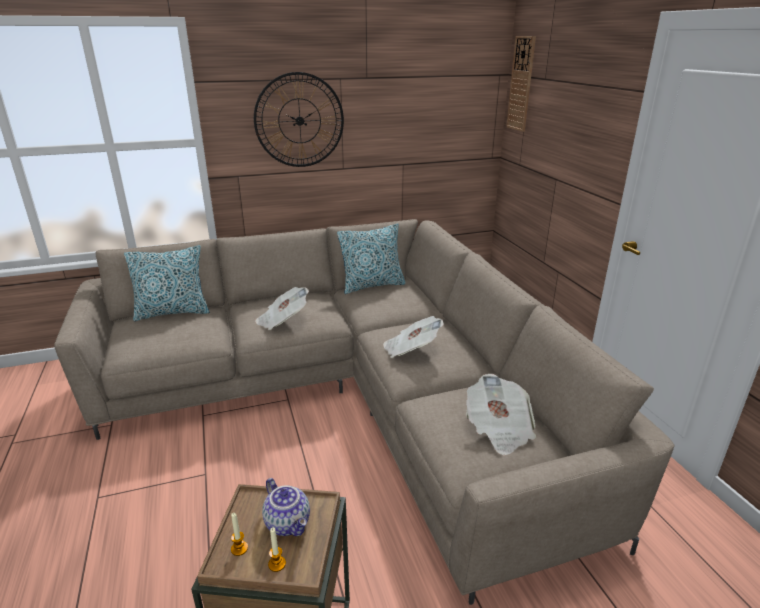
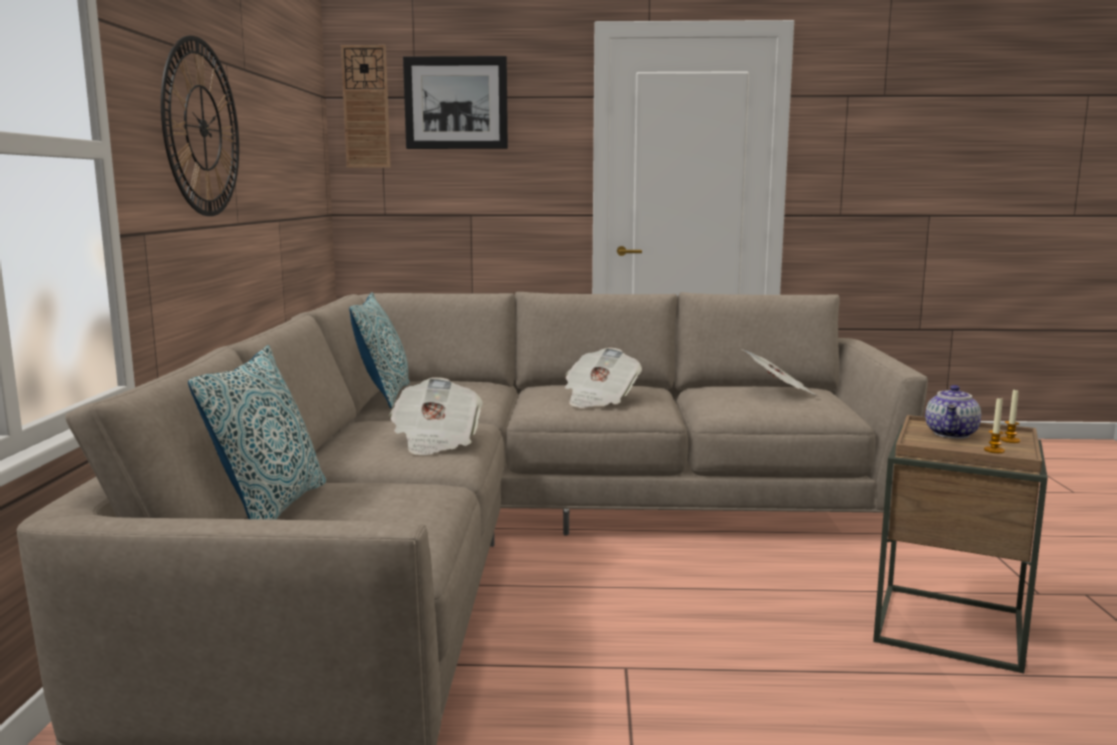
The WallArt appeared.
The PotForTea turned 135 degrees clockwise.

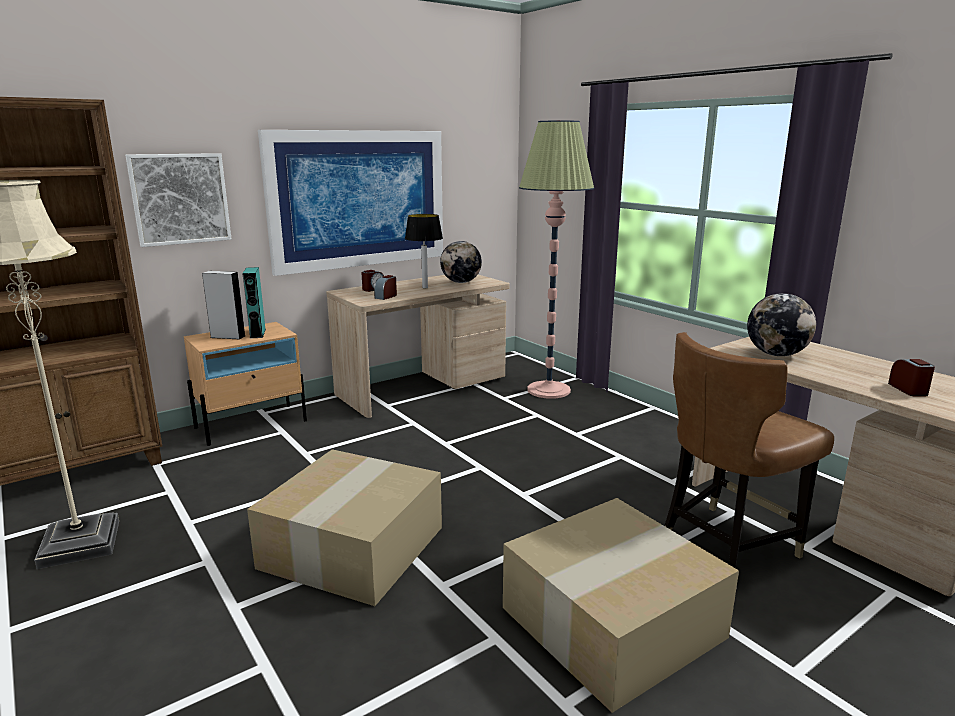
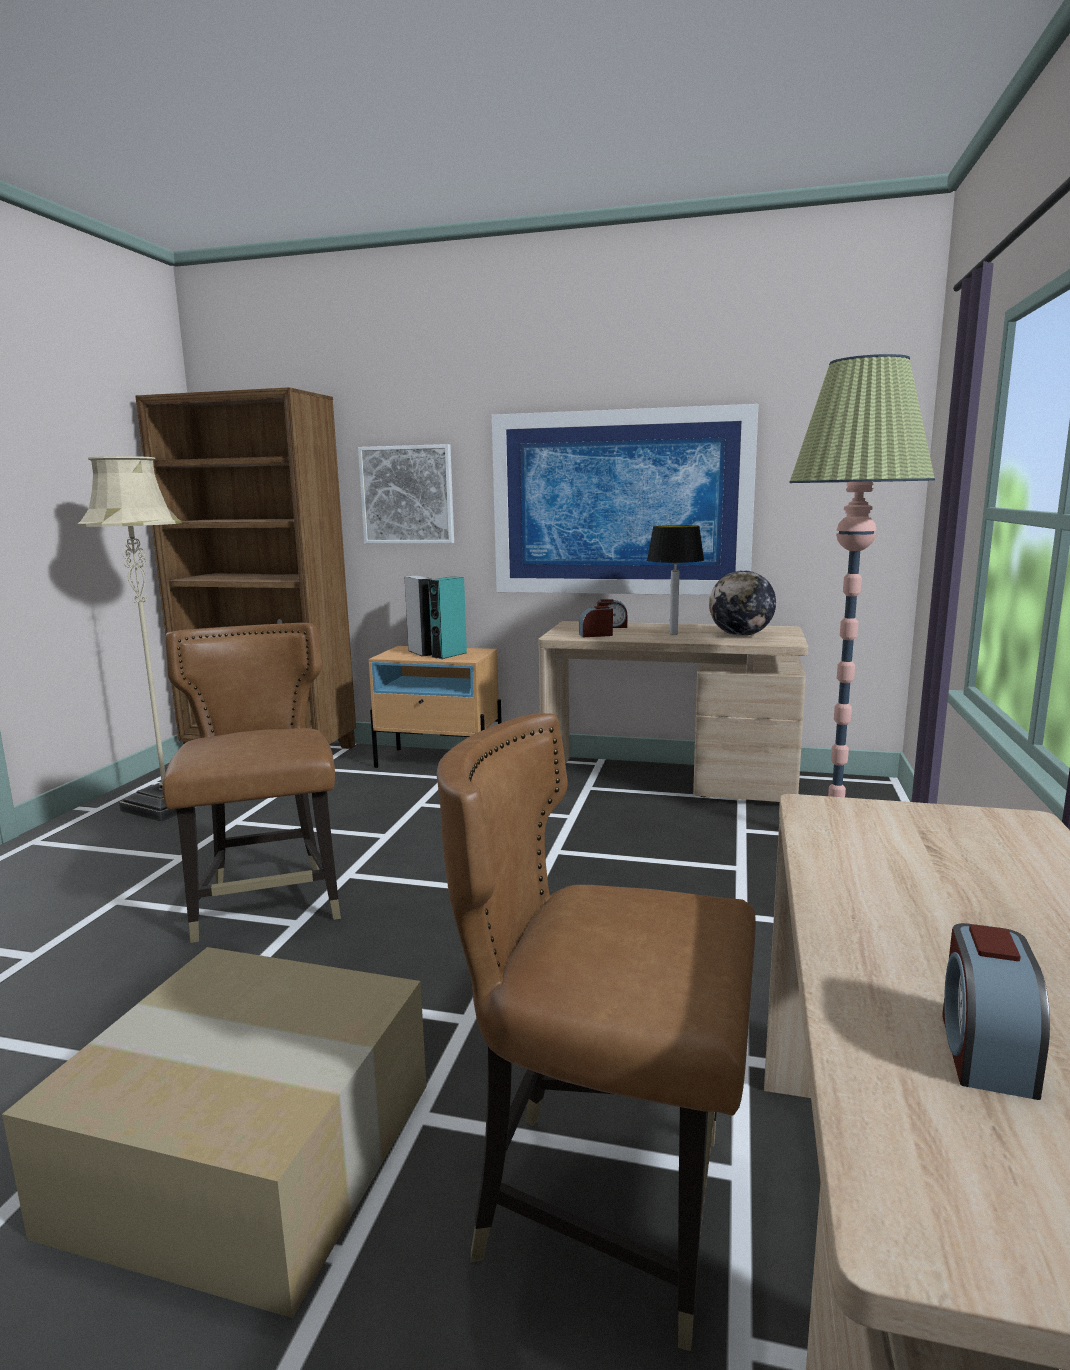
The CardboardBox (no. 1 from left) was replaced by the BrownPlainChair (no. 1 from left).
The TableClock (no. 3 from left) turned 150 degrees clockwise.
The WorldGlobe (no. 2 from left) disappeared.

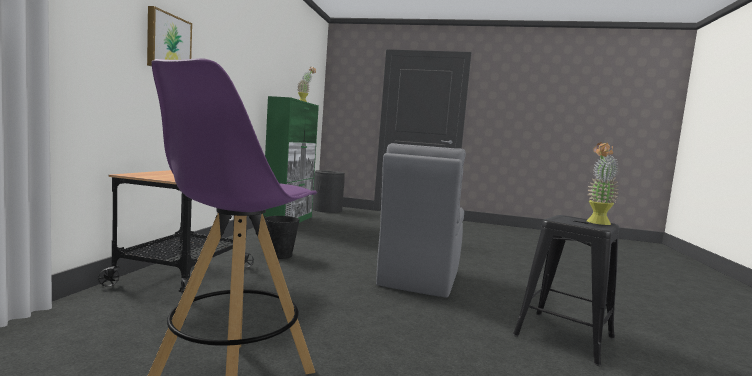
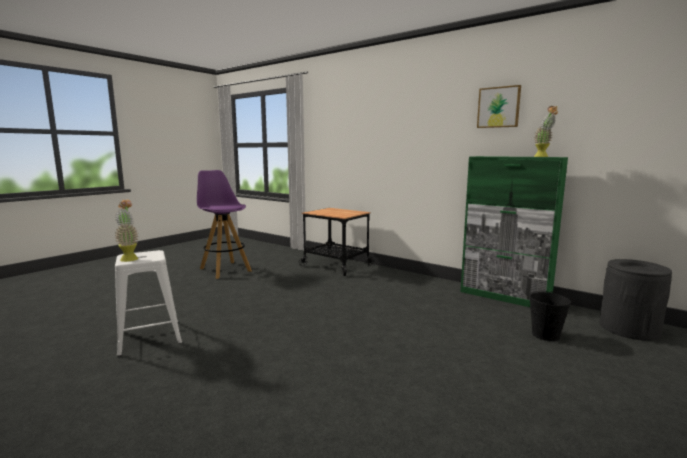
The BlackSittingStool became the WhiteSittingStool.
The WallArt moved.
The BlackPail moved.
The GrayPlainChair disappeared.

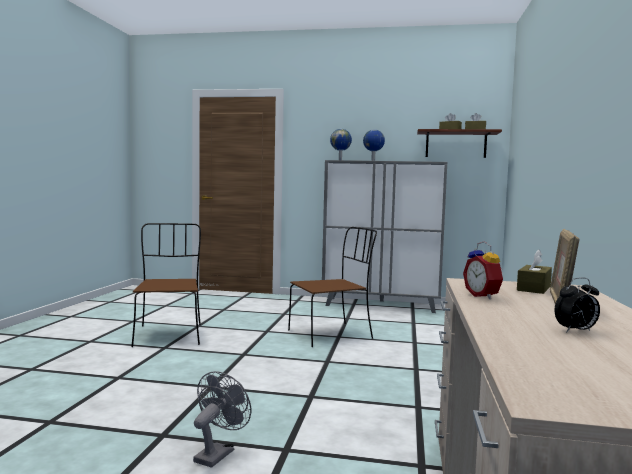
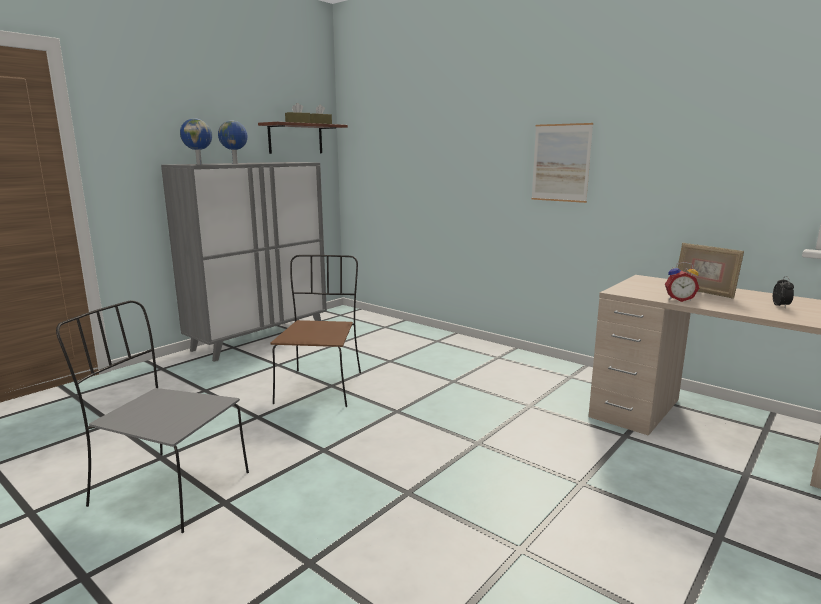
The BrownPlainChair (no. 1 from left) became the GrayPlainChair.
The WallArt appeared.
The GrayCoolingFan disappeared.
The BrownTissueBox (no. 3 from left) disappeared.

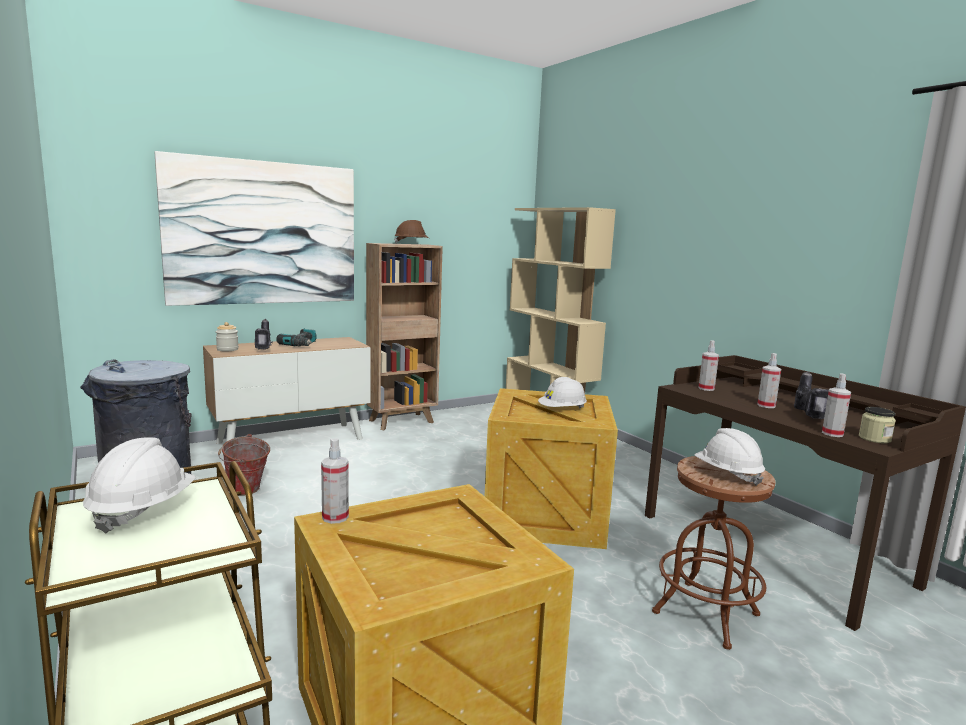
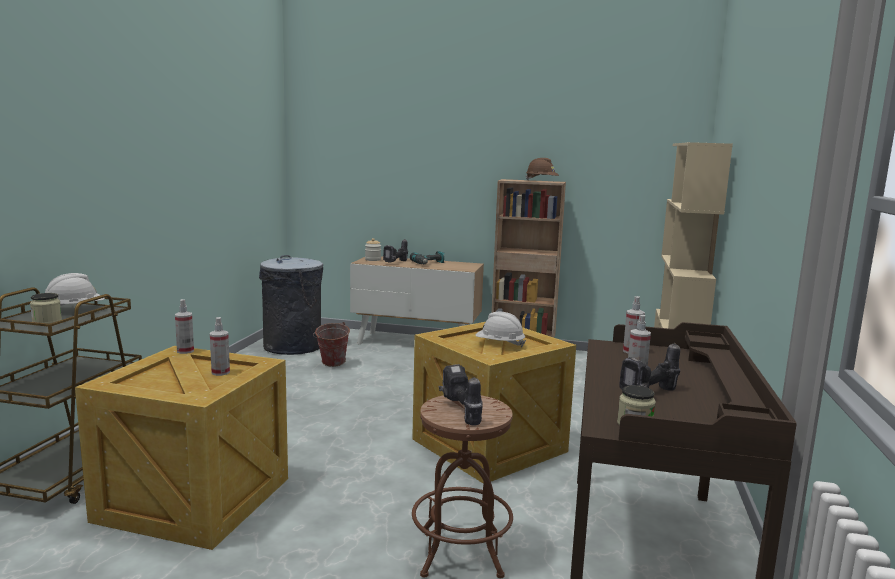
The PreserveJar (no. 1 from left) appeared.
The SprayBottle (no. 4 from left in the first image) moved.
The WhiteHardHat (no. 3 from left) was replaced by the Drill (no. 3 from left).
The WallArt disappeared.

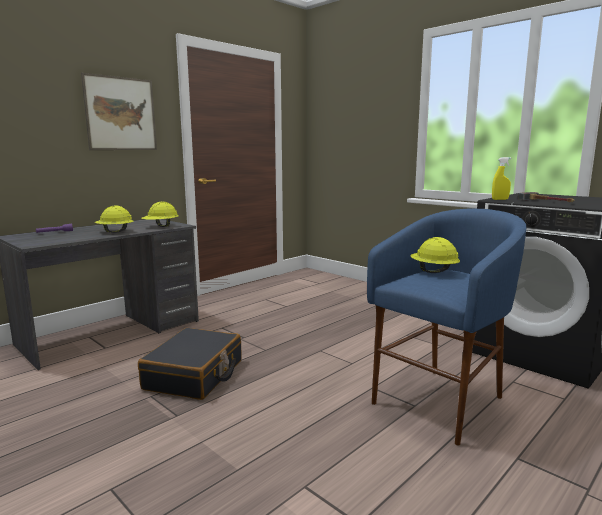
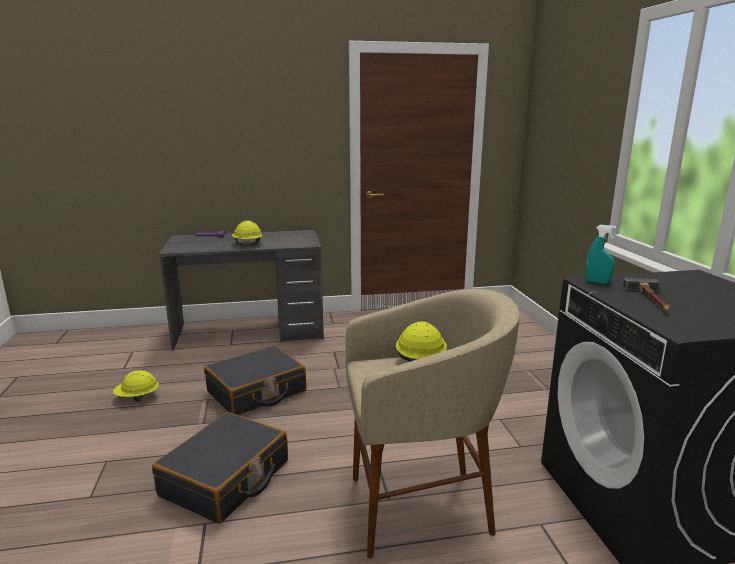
The YellowColouredHardHat (no. 2 from left in the first image) moved.
The BlackPieceOfLuggage (no. 1 from left) appeared.
The BlueSittingStool became the BeigeColouredSittingStool.
The YellowColouredSprayBottle became the BlueGreenSprayBottle.
The WallArt disappeared.

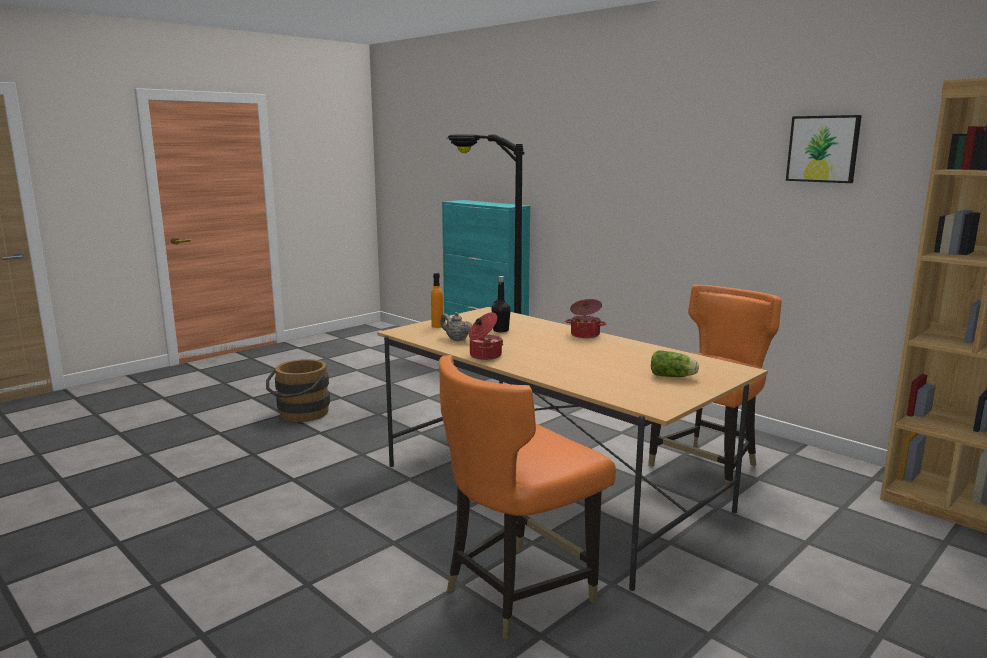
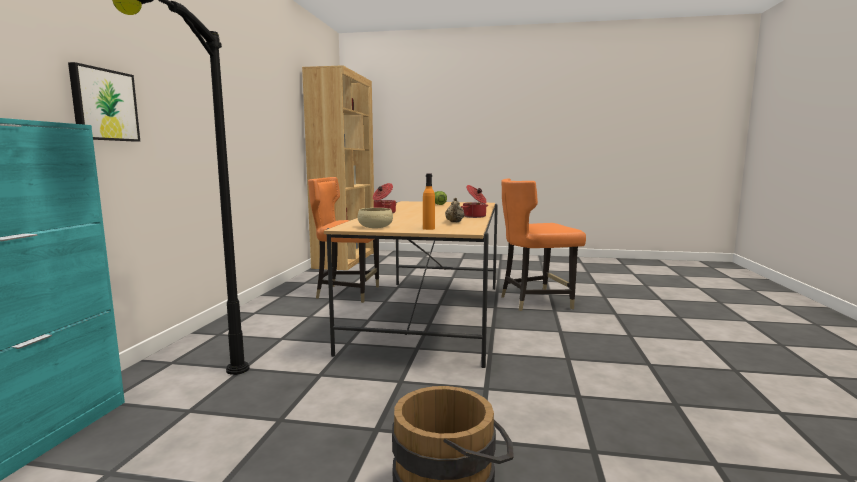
The WallArt moved.
The BeigeColouredDeepDish appeared.
The OrangeyPlainChair (no. 1 from left in the first image) turned 150 degrees clockwise.
The BlackDrinkBottle disappeared.

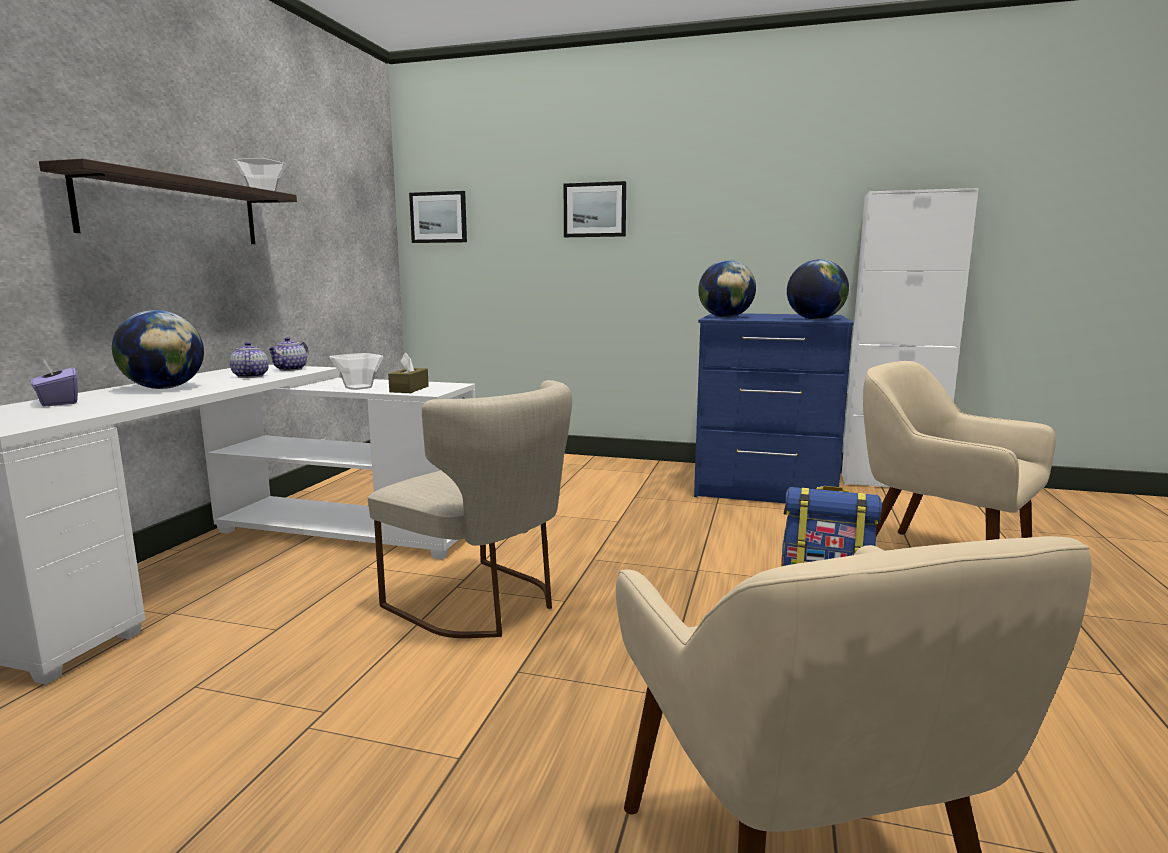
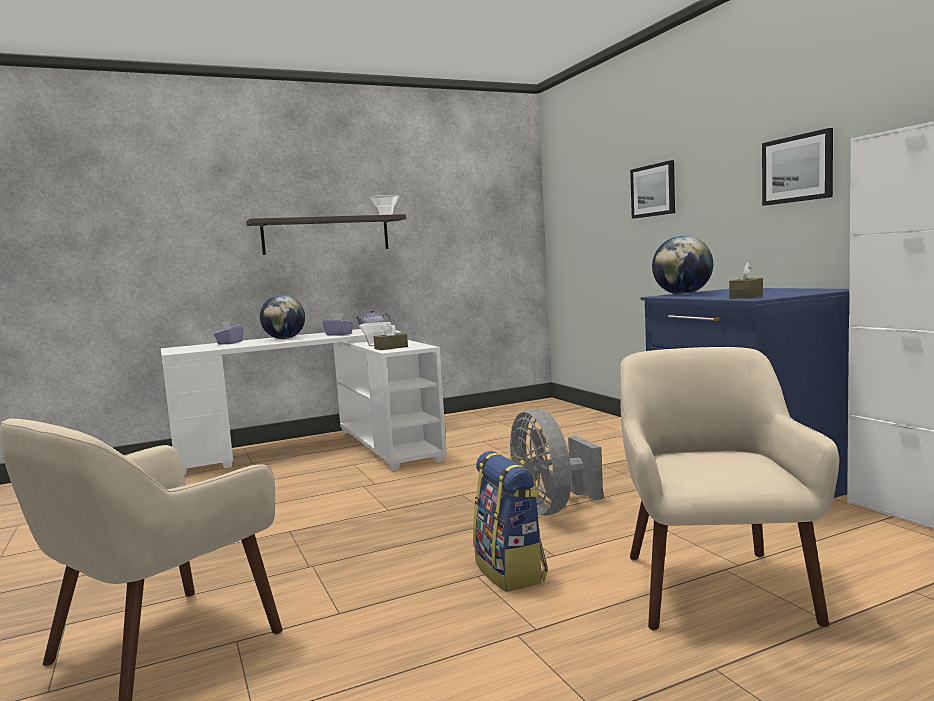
The PotForTea (no. 1 from left) was replaced by the PurplishTissueBox (no. 2 from left).
The GrayCoolingFan appeared.
The WorldGlobe (no. 3 from left) was replaced by the BrownTissueBox (no. 2 from left).
The WallArt (no. 1 from left in the first image) moved.
The BeigeColouredPlainChair disappeared.

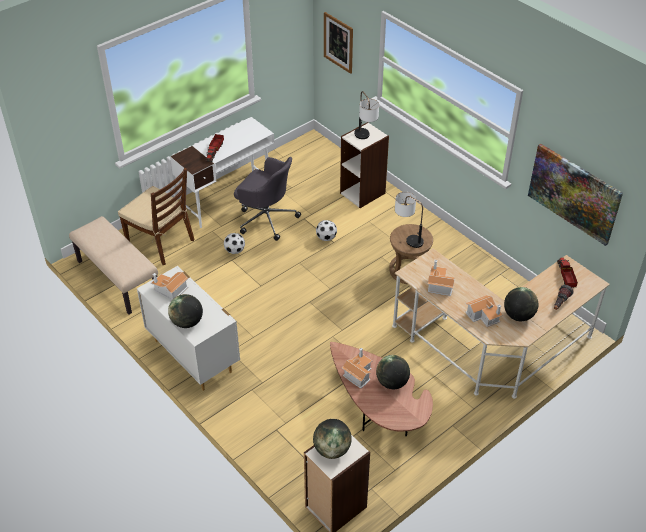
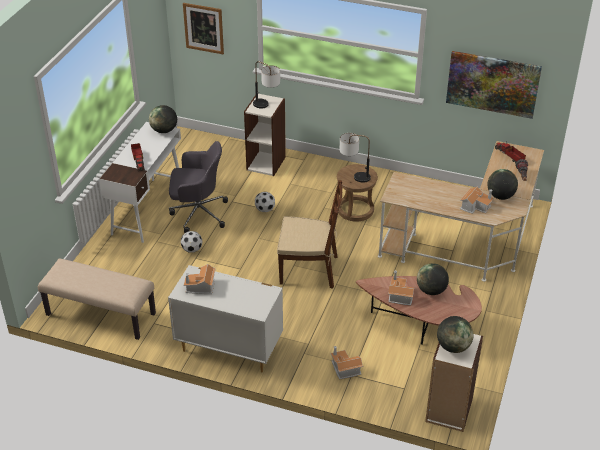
The WorldGlobe (no. 1 from left) moved.
The BrownPlainChair moved.
The ModelHouse (no. 3 from left in the first image) moved.

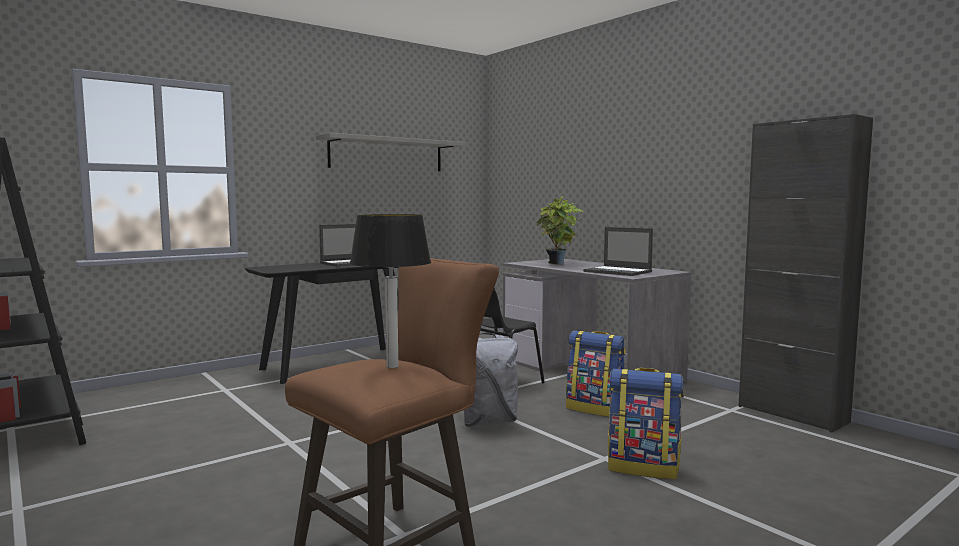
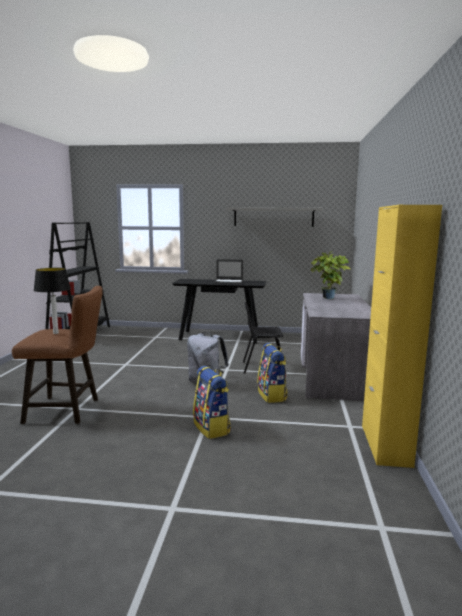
The BlackCupboard became the YellowColouredCupboard.
The Laptop (no. 2 from left) disappeared.

